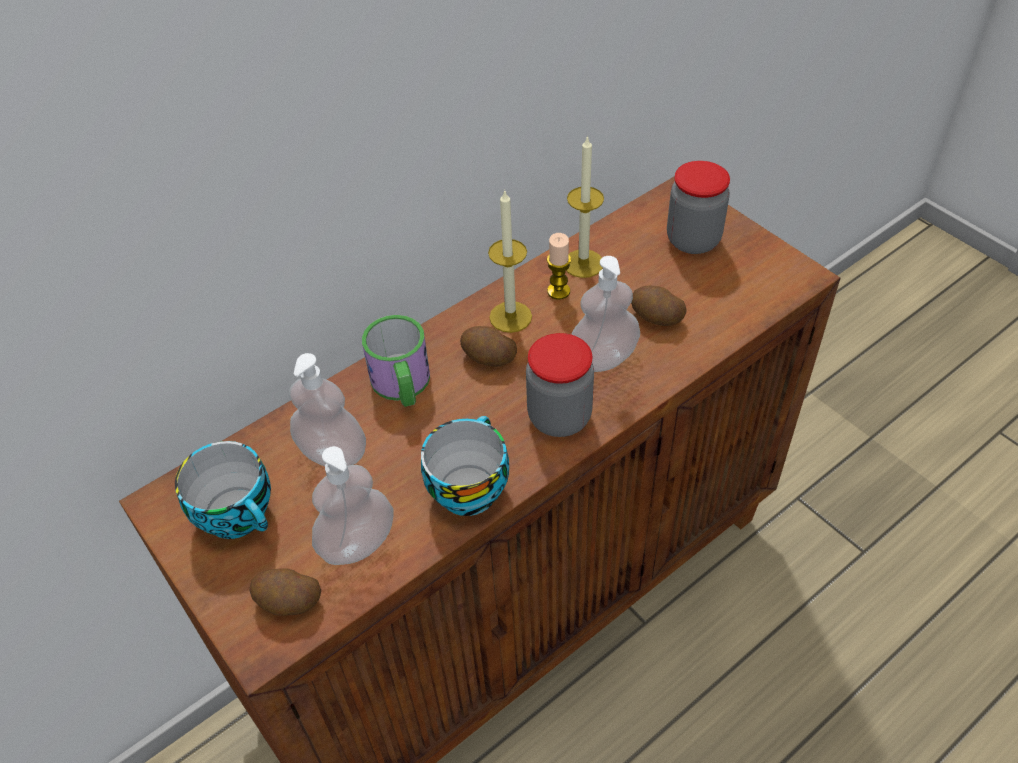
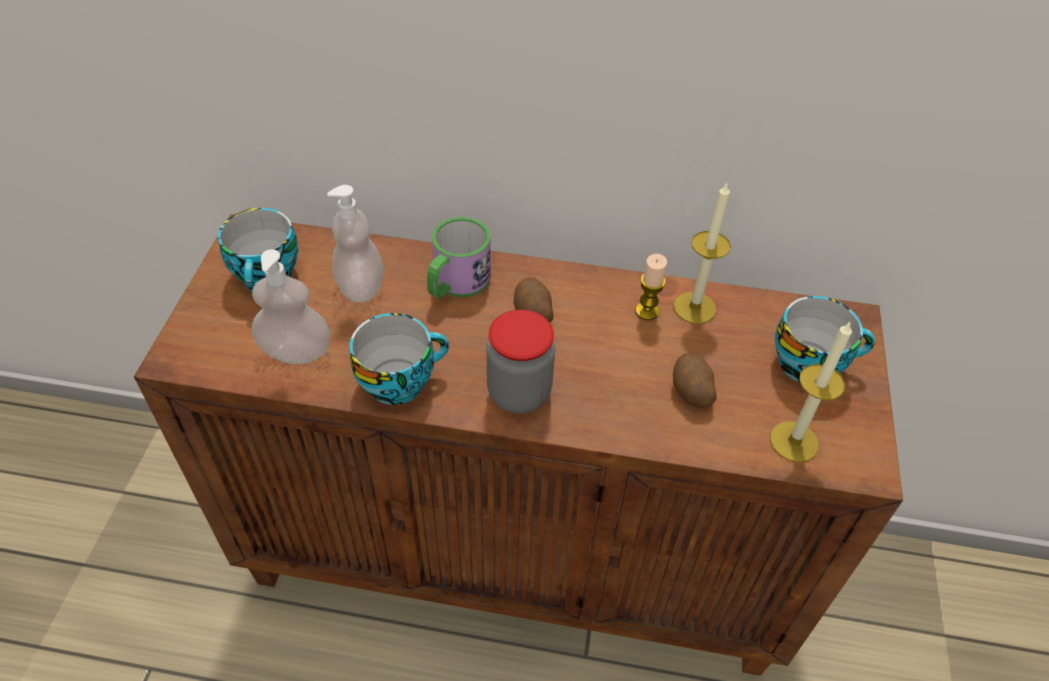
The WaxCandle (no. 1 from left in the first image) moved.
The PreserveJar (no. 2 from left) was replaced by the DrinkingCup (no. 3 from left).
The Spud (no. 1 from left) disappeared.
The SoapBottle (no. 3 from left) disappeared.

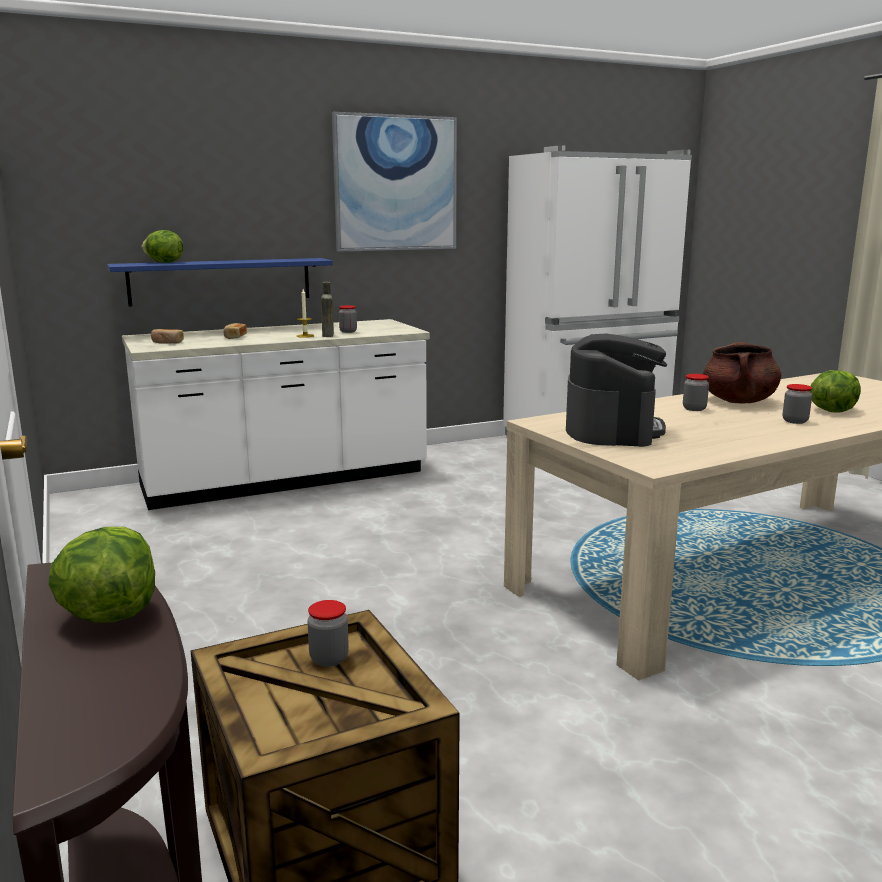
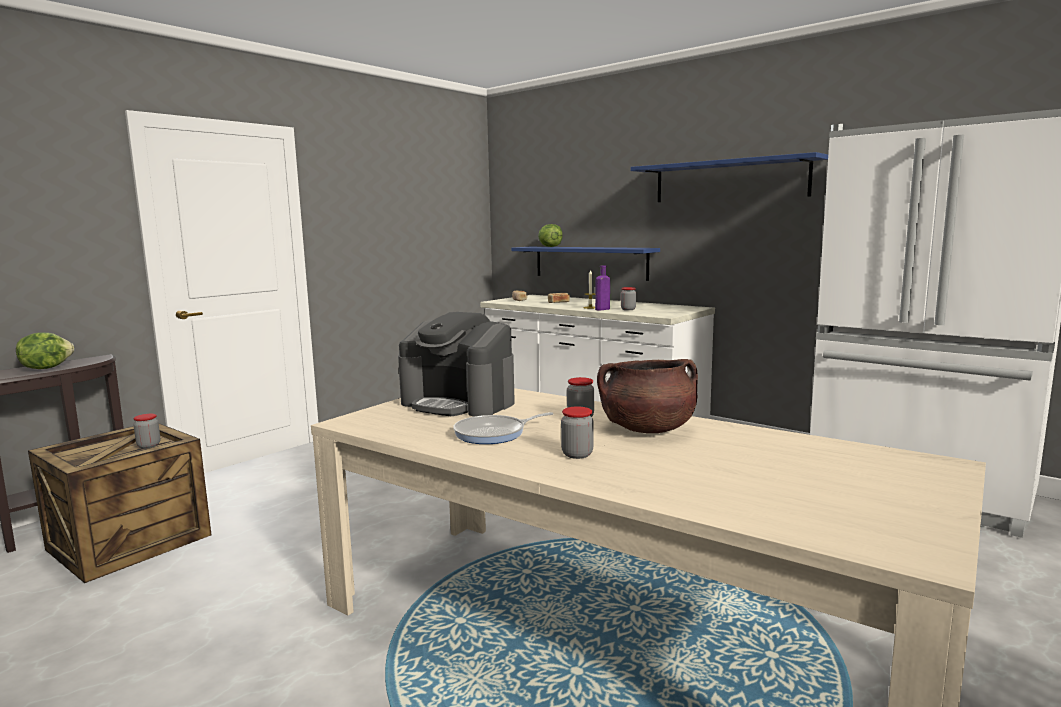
The CoffeeMachine turned 45 degrees clockwise.
The FryingPan appeared.
The BrownDrinkBottle became the PurplishDrinkBottle.
The WallArt was replaced by the BlueWallShelf (no. 2 from left).
The LettuceHead (no. 3 from left) disappeared.

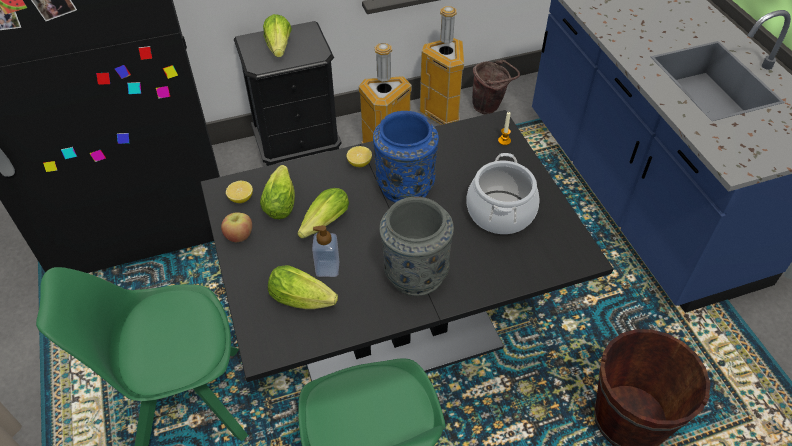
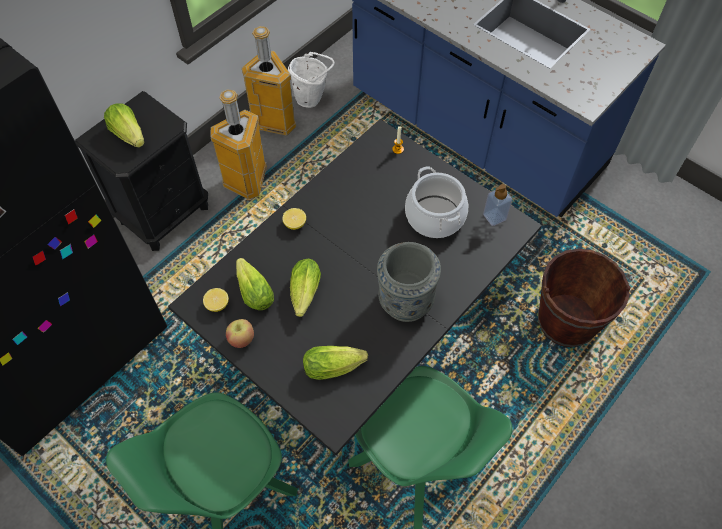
The BrownPail (no. 1 from left) became the WhitePail.
The SoapBottle moved.
The BlueVase disappeared.

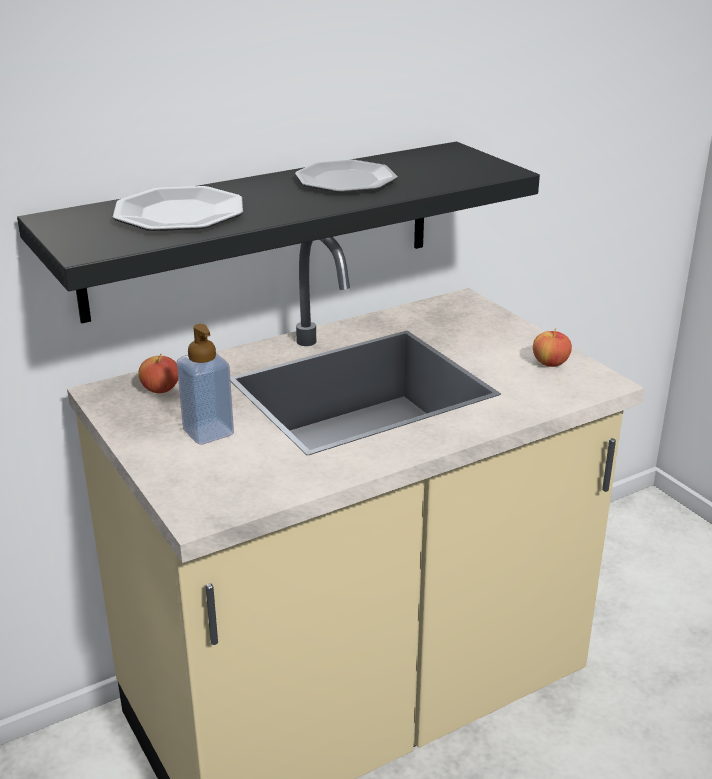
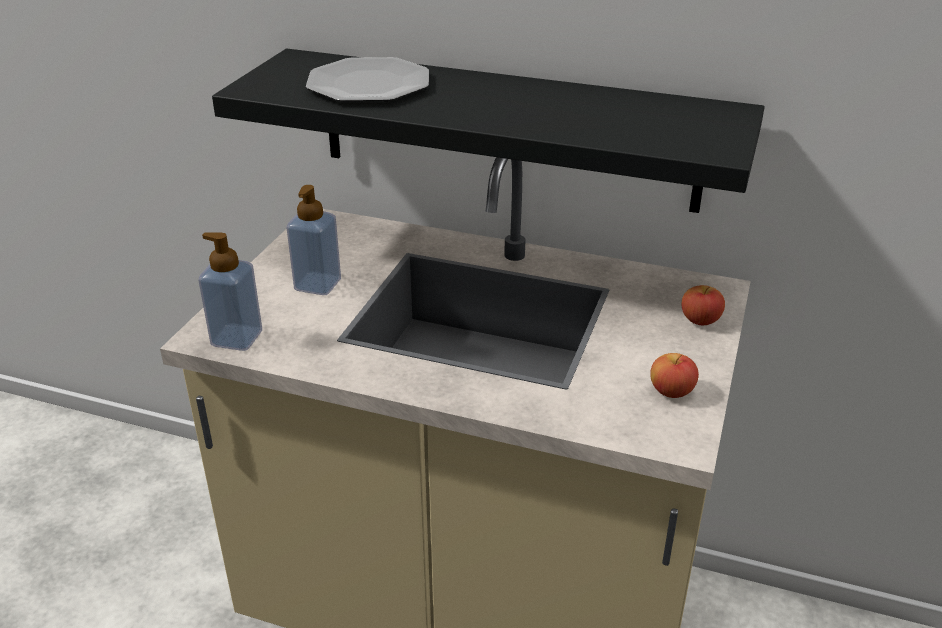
The SoapBottle (no. 1 from left) appeared.
The AppleFruit (no. 1 from left in the first image) moved.
The FlatDish (no. 2 from left) disappeared.

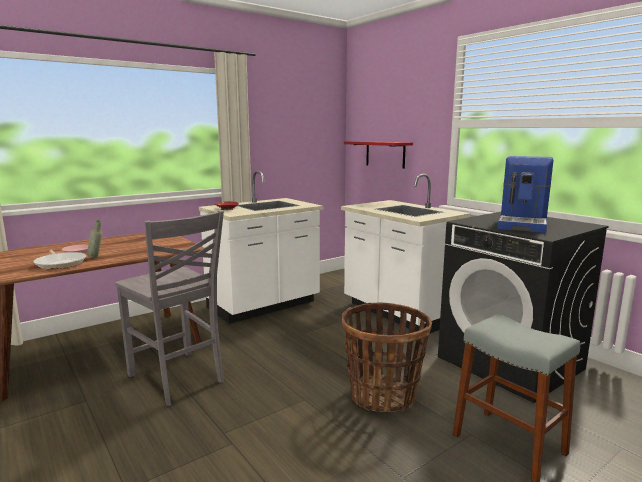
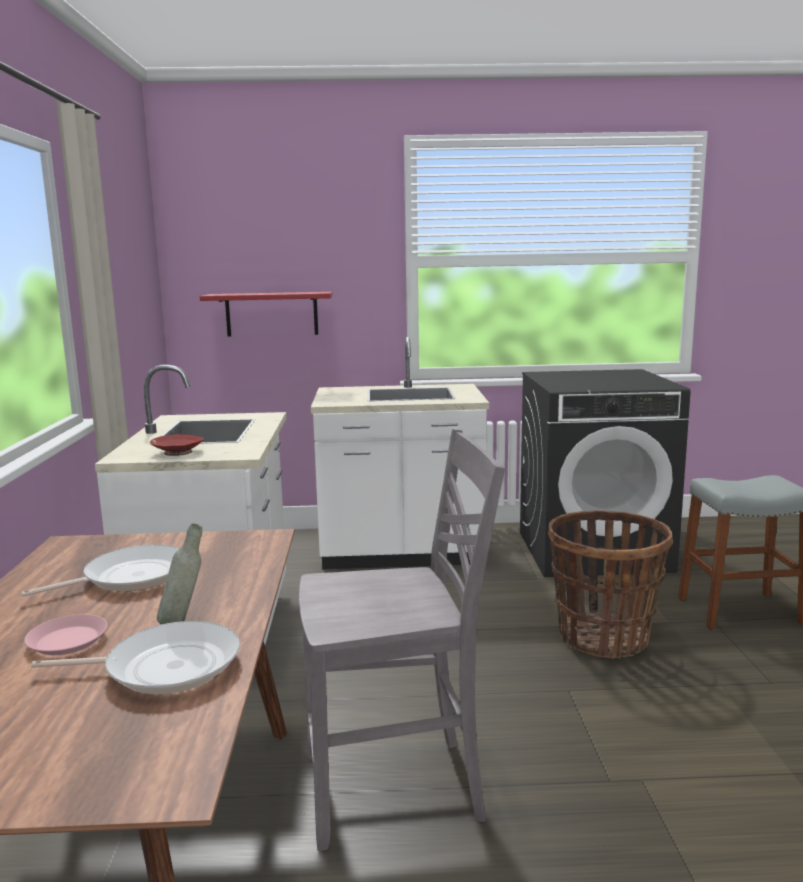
The FryingPan (no. 1 from left) appeared.
The CoffeeMachine disappeared.

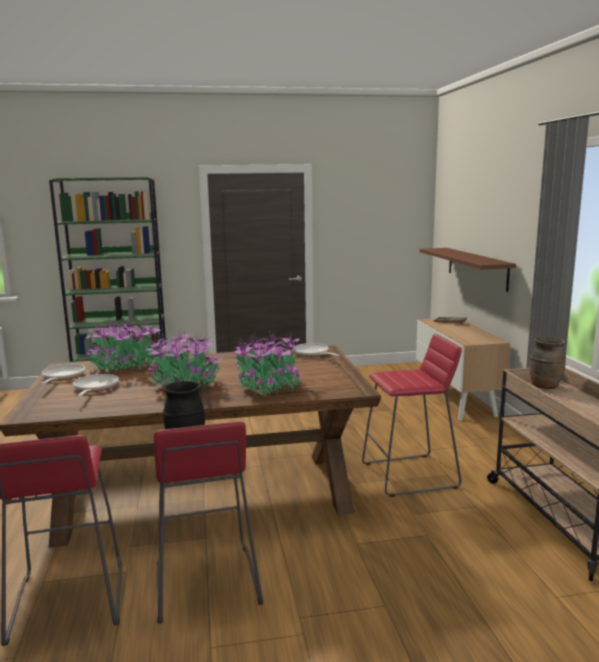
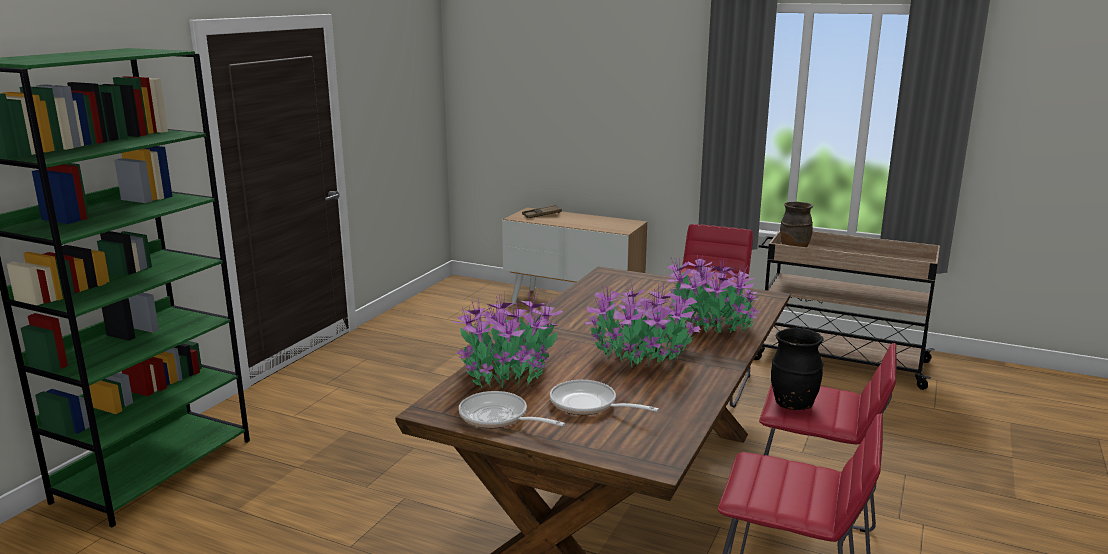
The FryingPan (no. 3 from left) disappeared.
The BrownWallShelf disappeared.

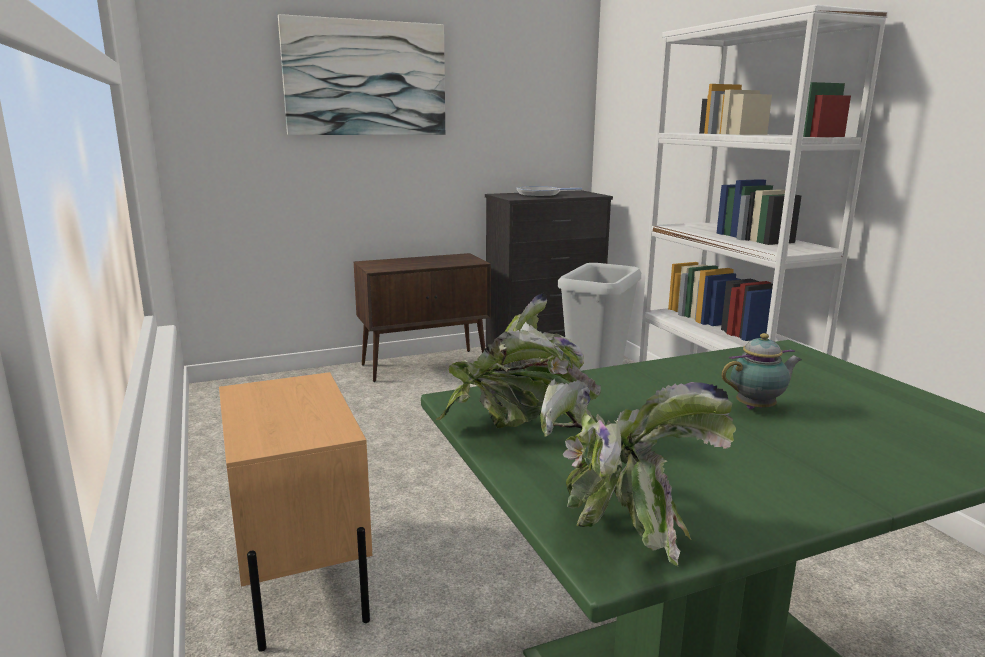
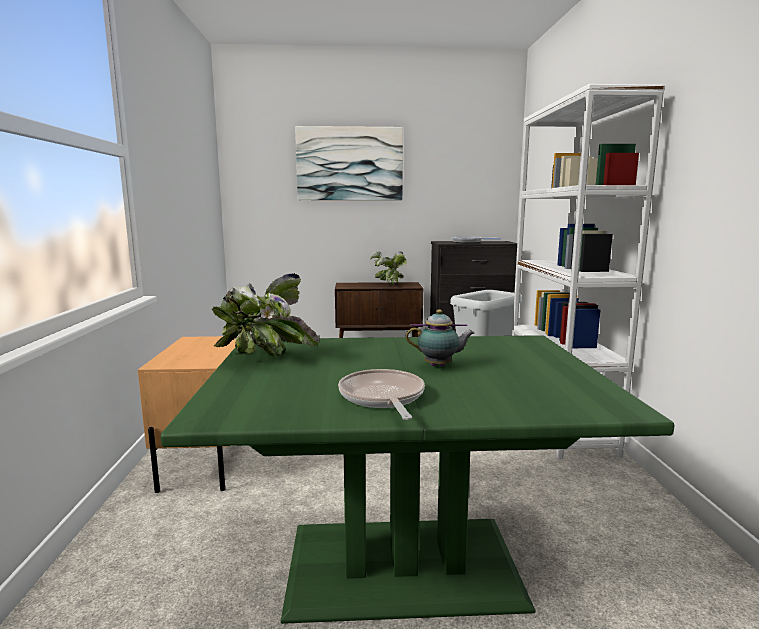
The FryingPan (no. 1 from left) appeared.
The PlantInAPot (no. 2 from left) moved.

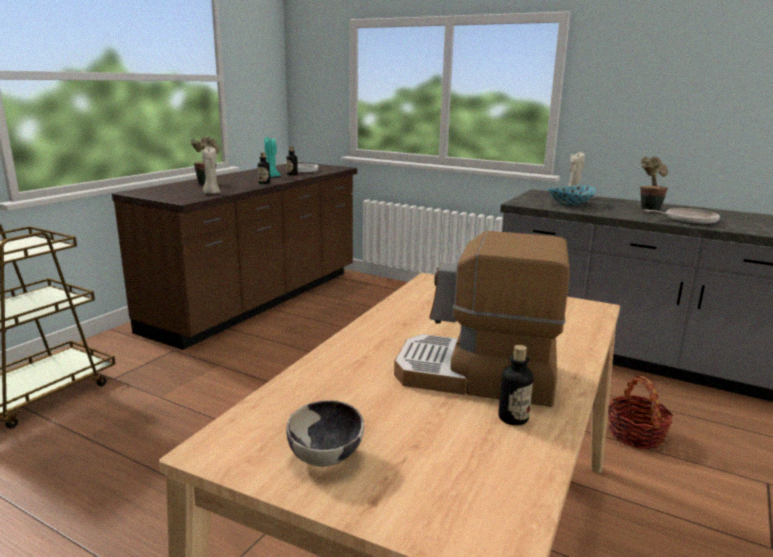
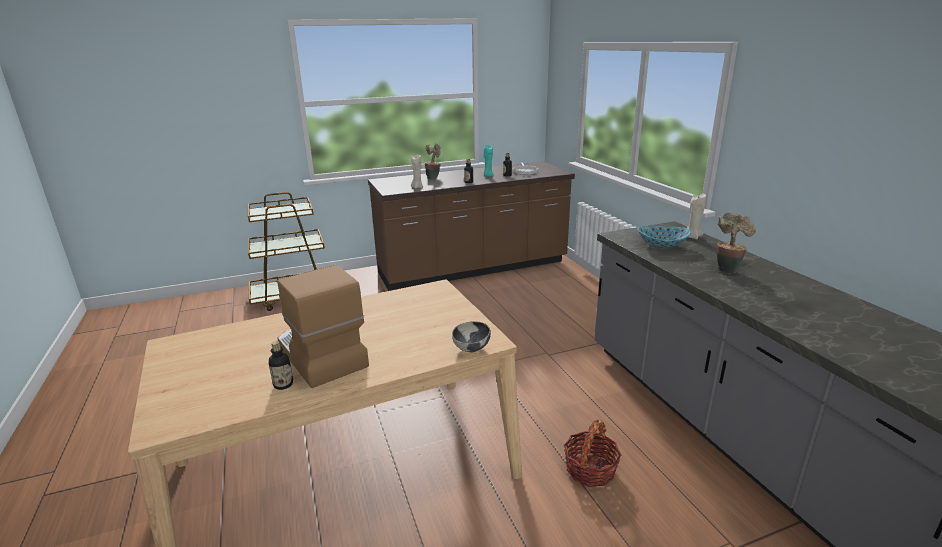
The DeepDish (no. 1 from left) moved.
The FryingPan (no. 2 from left) disappeared.

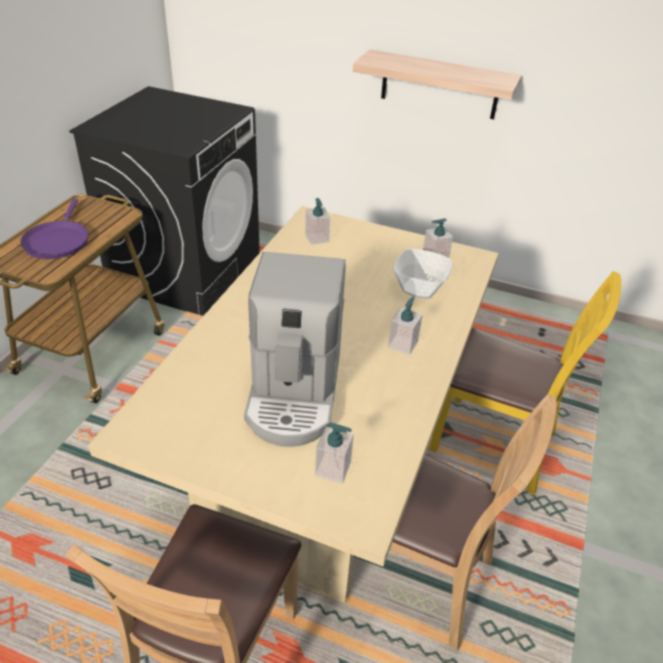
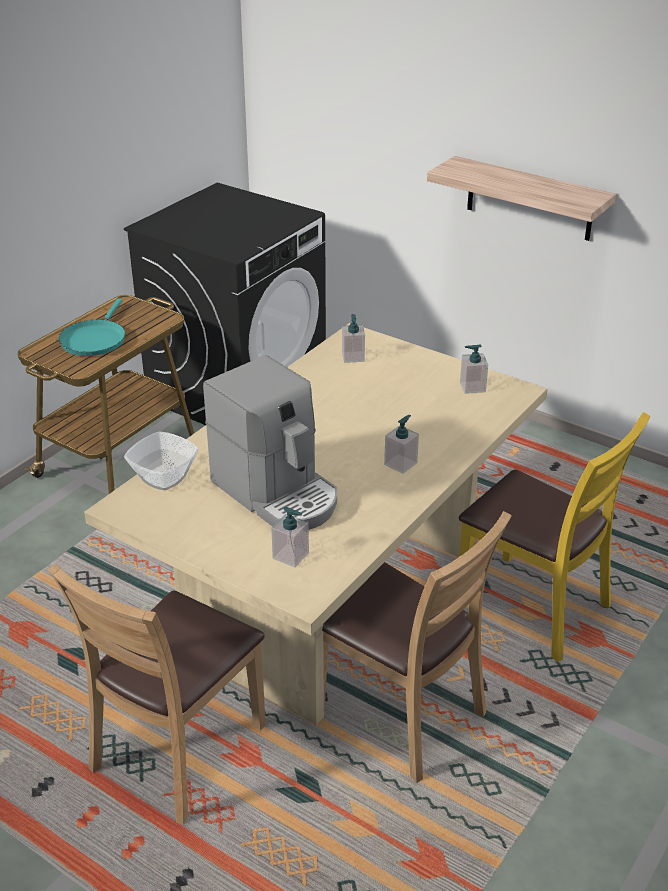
The PurplishFryingPan became the BlueGreenFryingPan.
The DeepDish moved.
The CoffeeMachine turned 60 degrees counterclockwise.

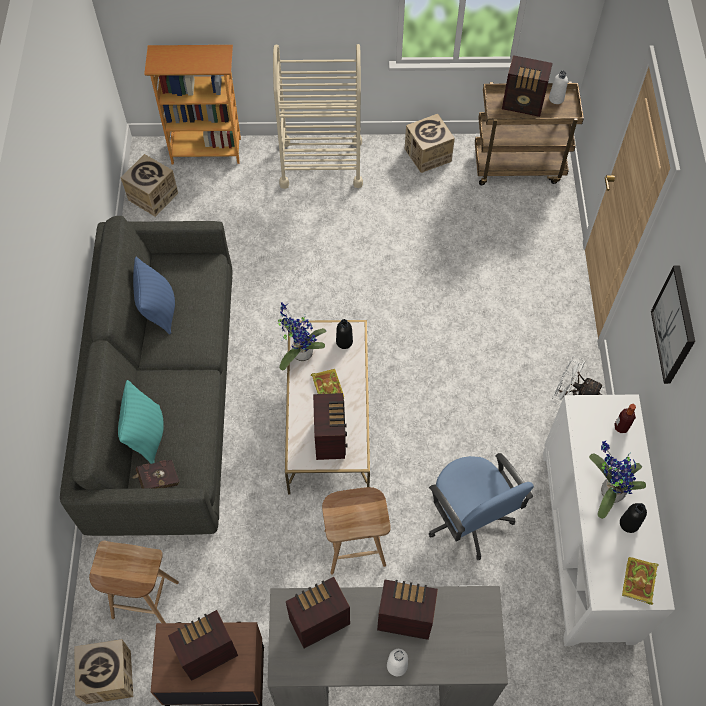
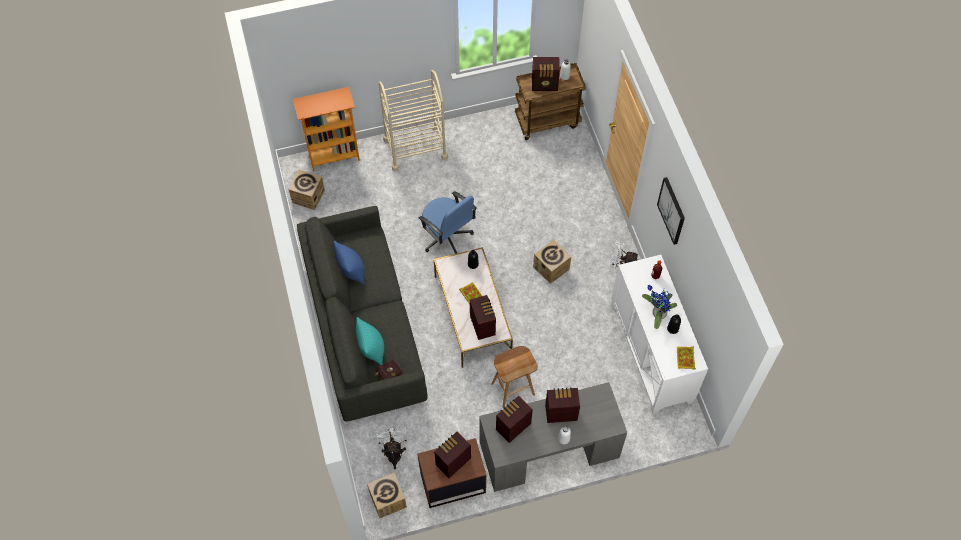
The BrownSittingStool (no. 1 from left) was replaced by the WhiteCoolingFan (no. 1 from left).
The BlueComputerChair moved.
The CardboardBox (no. 3 from left) moved.
The PlantInAPot (no. 1 from left) disappeared.

